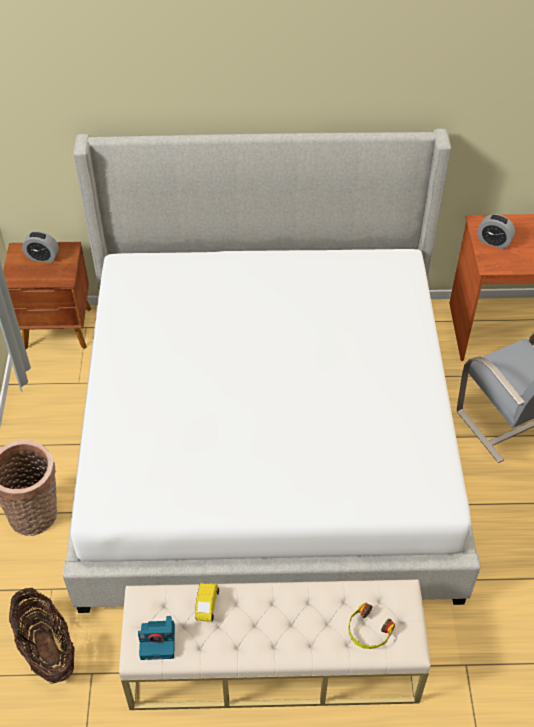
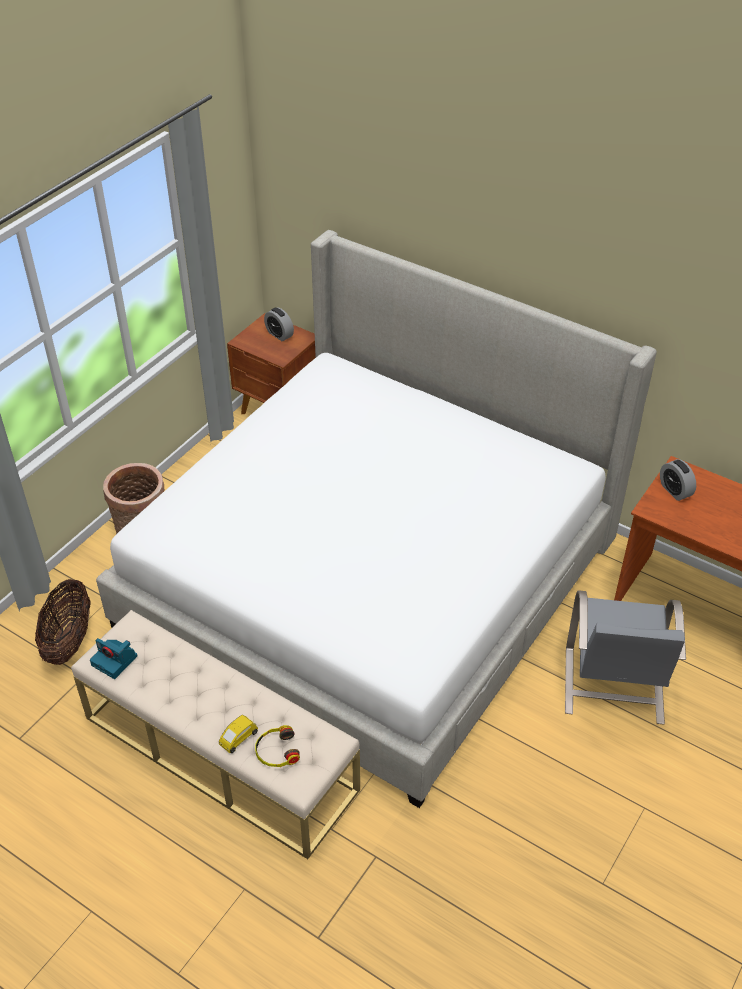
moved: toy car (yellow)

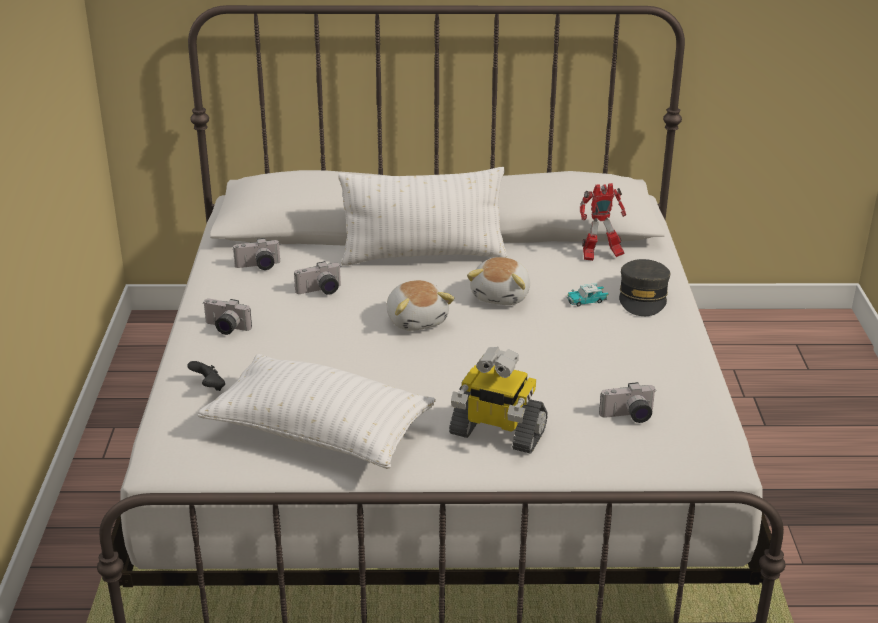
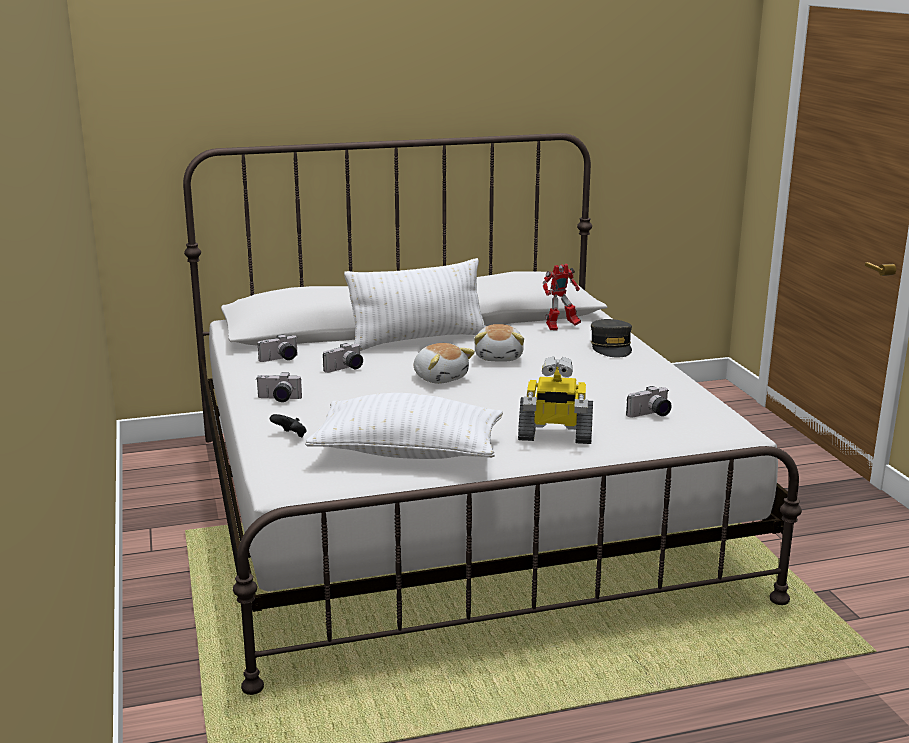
removed: toy car

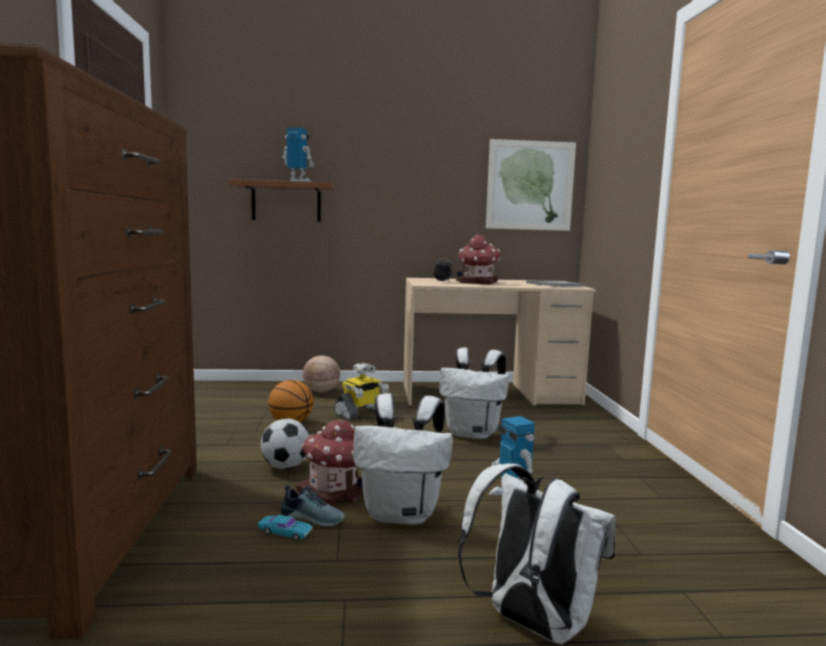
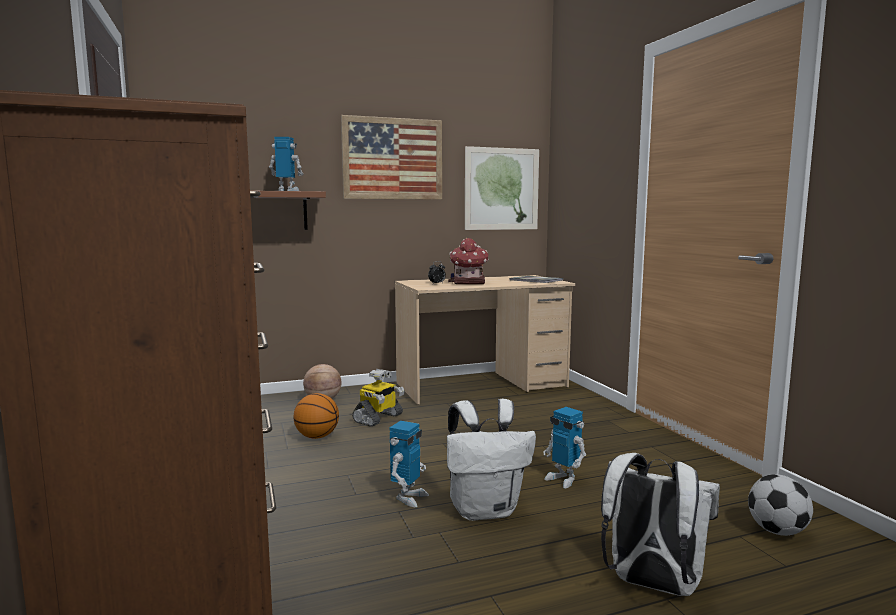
removed: toy car (turquoise); shoe; backpack (white) (2nd from left)
added: picture (1st from left)
moved: football
replaced: toy house (1st from left) to toy robot (3rd from left)

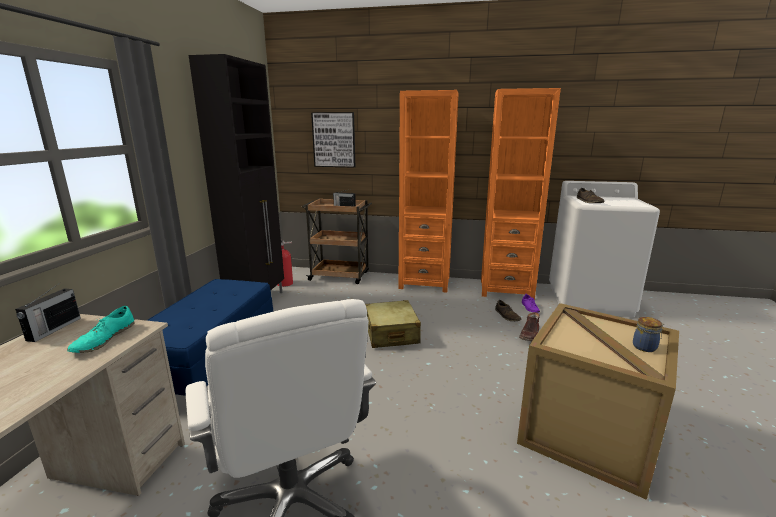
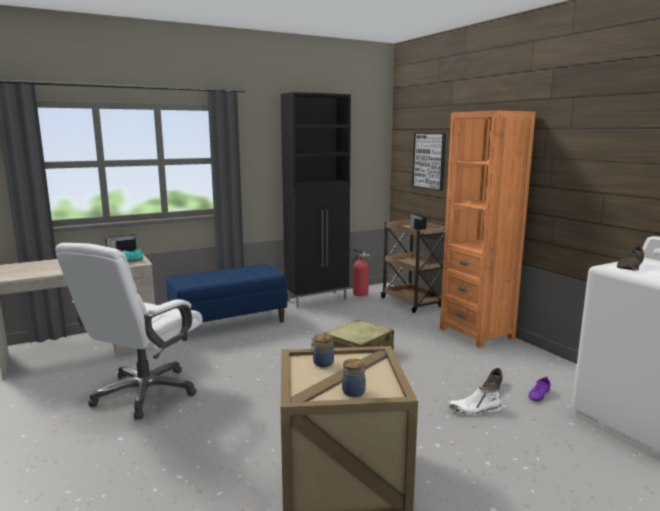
removed: bookcase (orange) (2nd from left)
added: jar (1st from left)
recoloured: boot (brown) to boot (white)

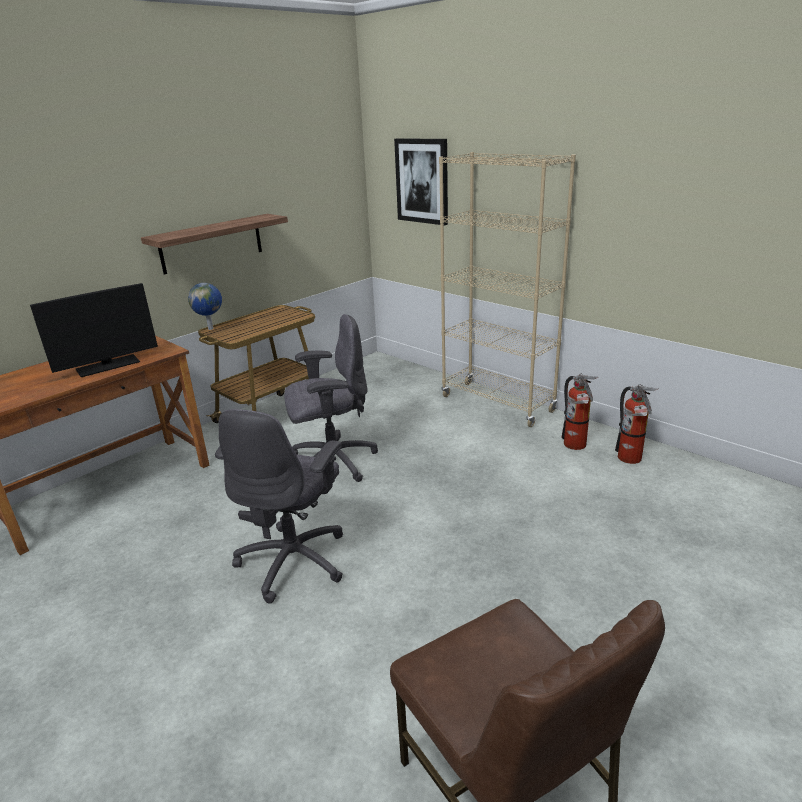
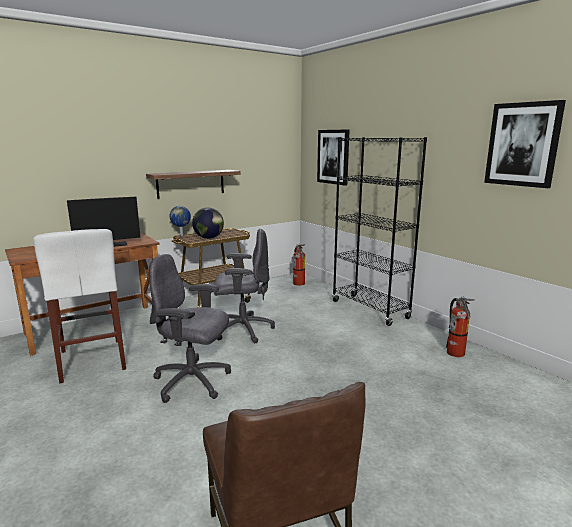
added: stool (white); globe (2nd from left); picture (2nd from left)
moved: fire extinguisher (1st from left)
recoloured: bookcase (beige) to bookcase (black)
turned: office chair (grey) (1st from left) 75 degrees clockwise

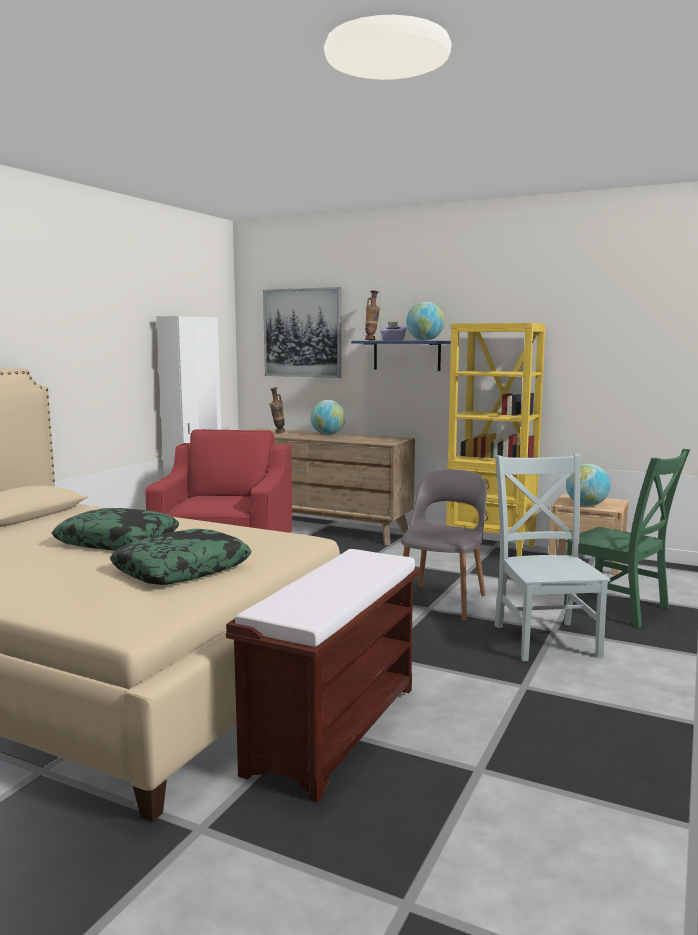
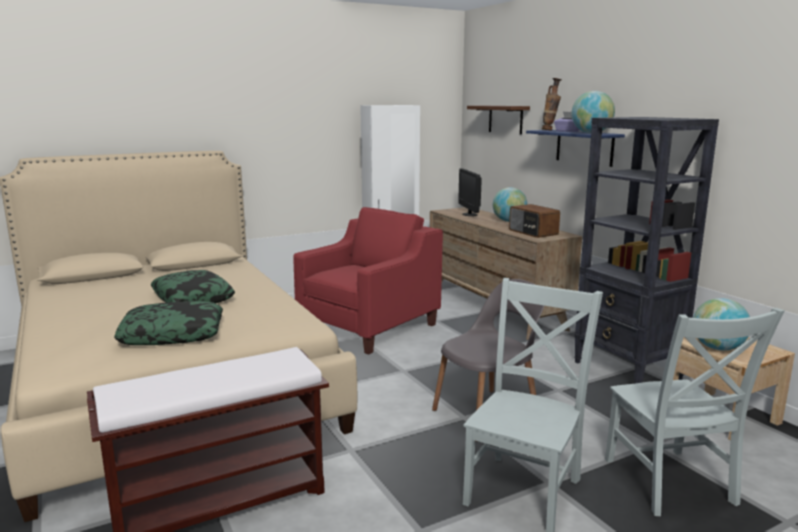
added: radio
replaced: picture to shelf (brown); vase (1st from left) to monitor
recoloured: bookcase (yellow) to bookcase (black); chair (green) to chair (grey) (3rd from left)

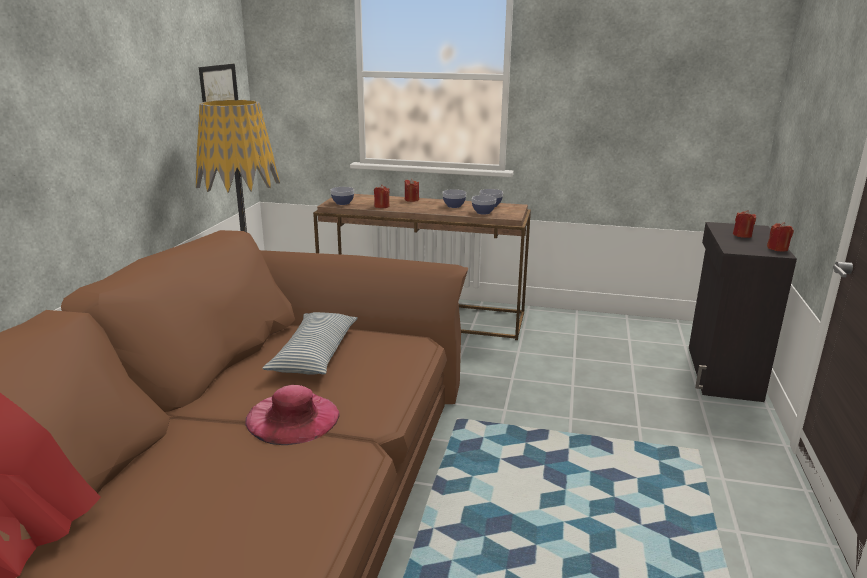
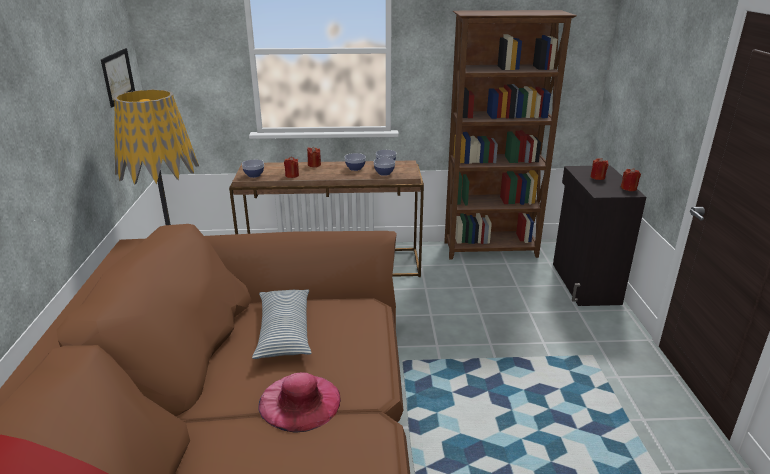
added: bookcase (brown)

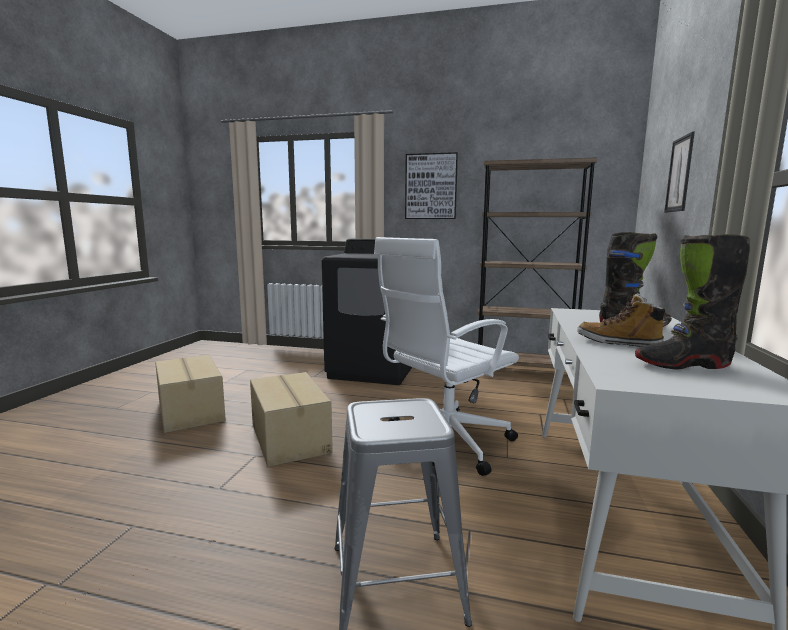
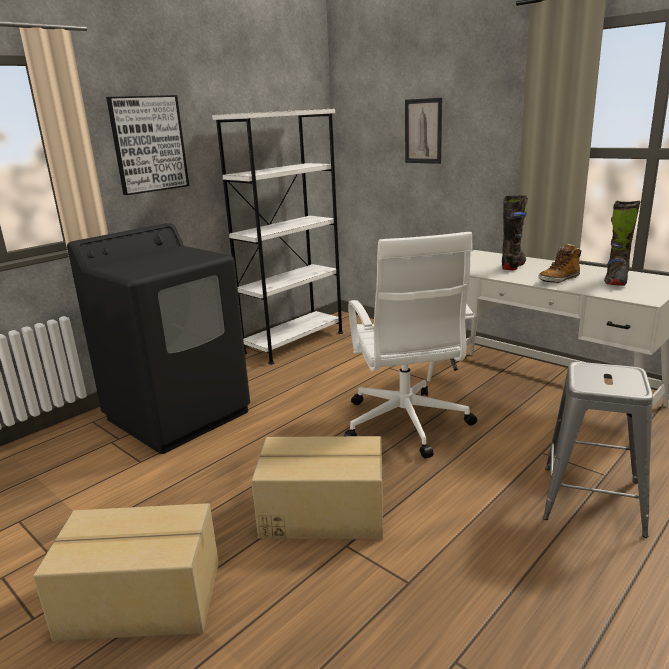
recoloured: bookcase (brown) to bookcase (white)

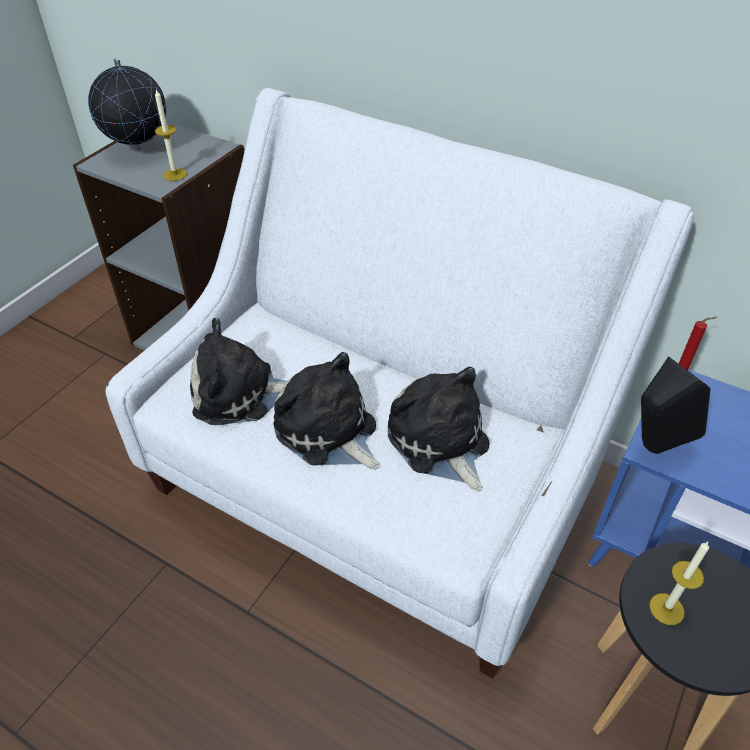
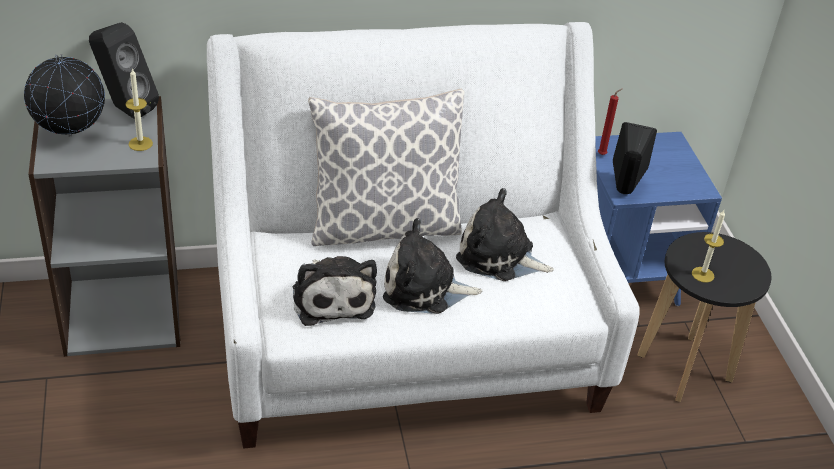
added: speaker (black) (1st from left); pillow
turned: plush toy (1st from left) 60 degrees counterclockwise

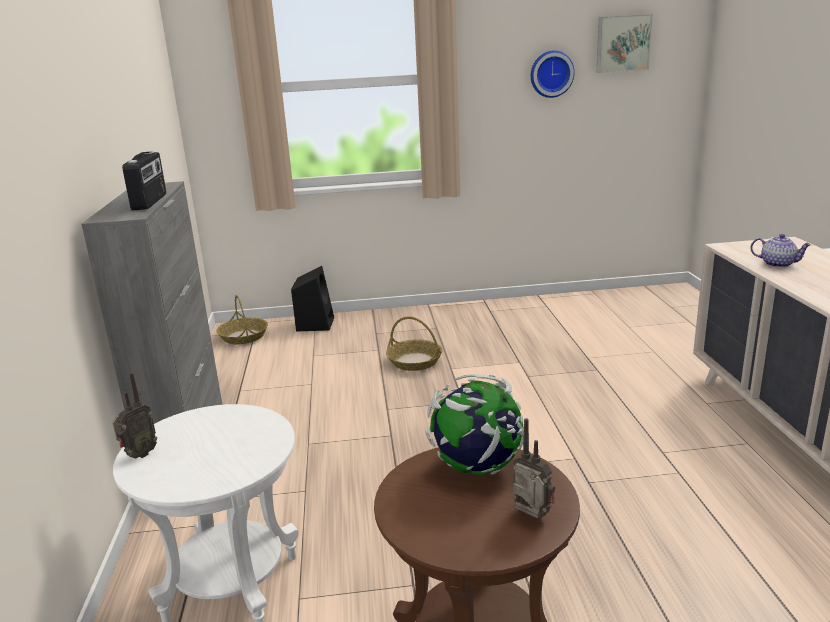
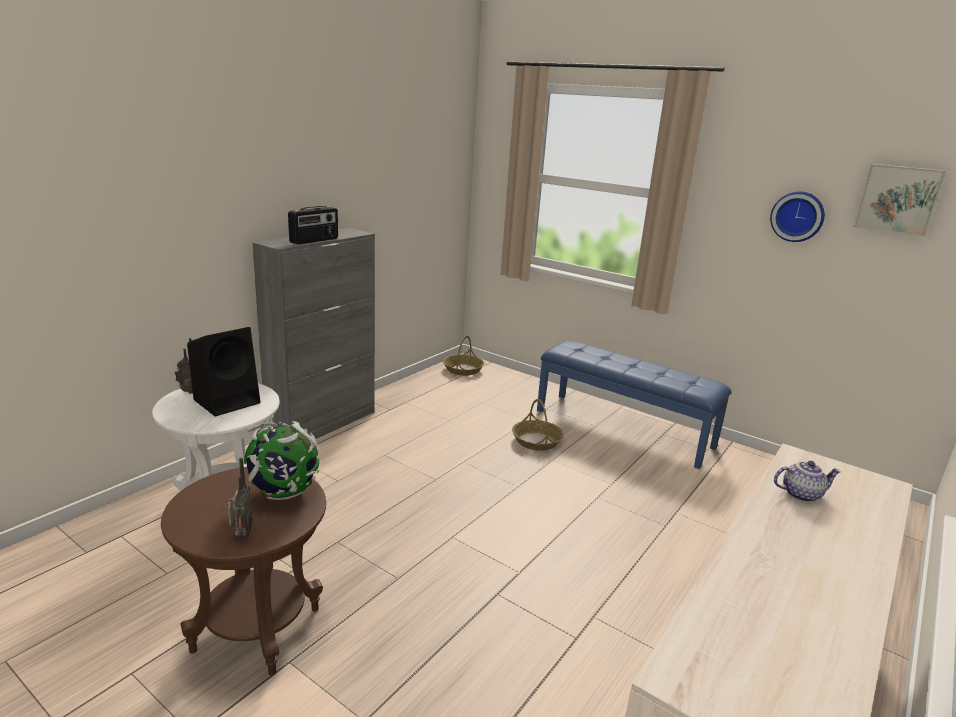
added: bench (blue)
moved: speaker (black)
turned: teapot 75 degrees counterclockwise

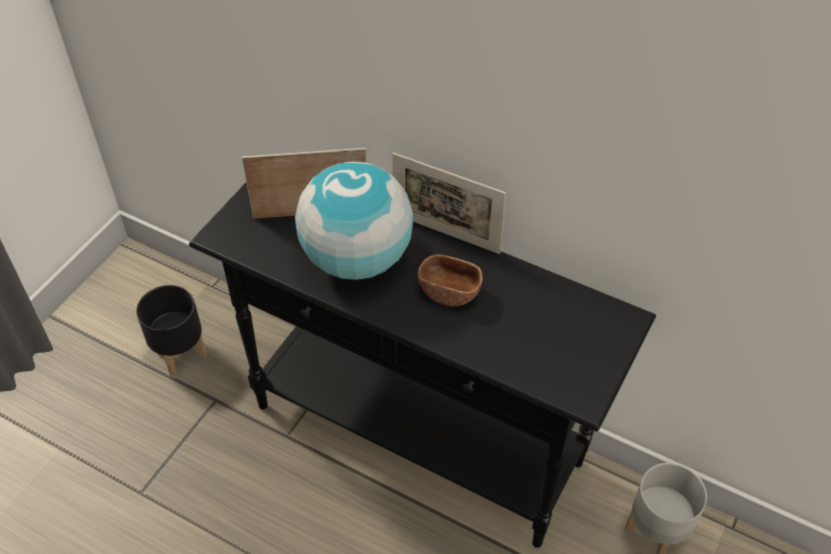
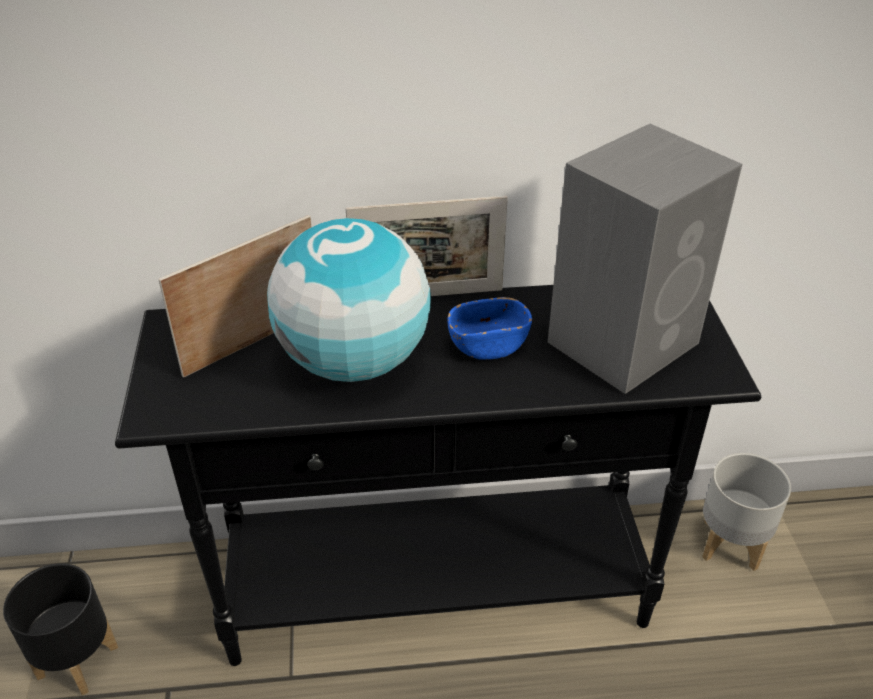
added: speaker (grey)
recoloured: bowl (brown) to bowl (blue)

